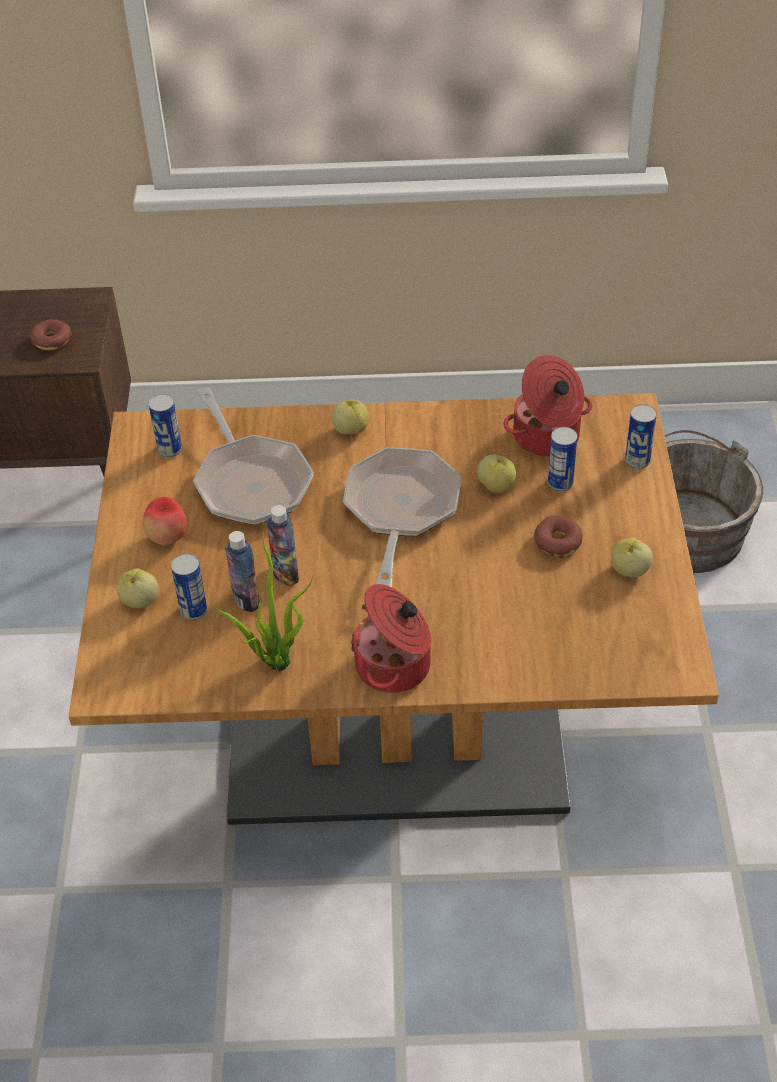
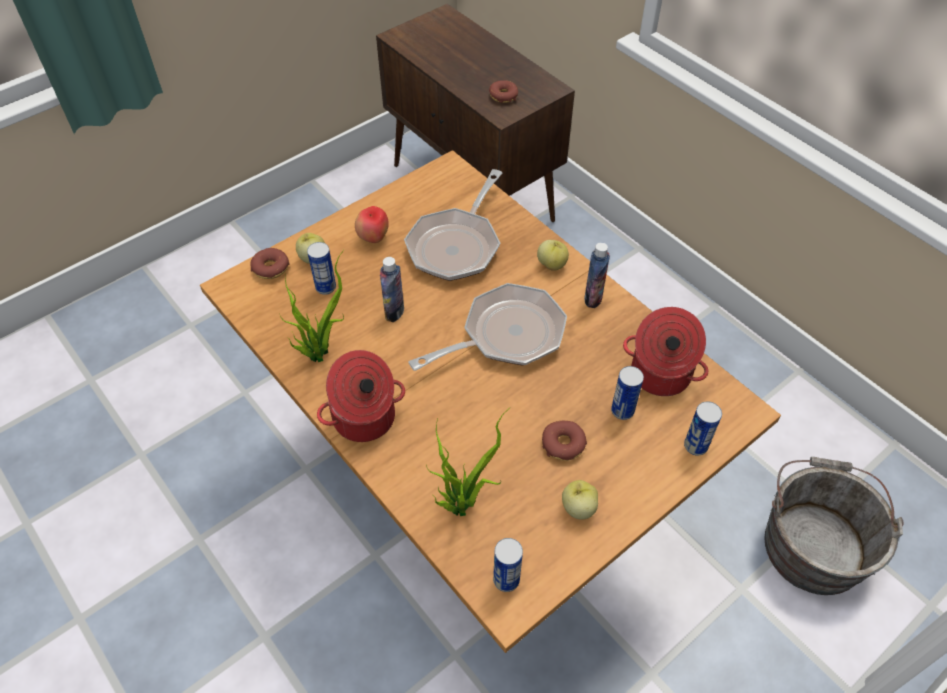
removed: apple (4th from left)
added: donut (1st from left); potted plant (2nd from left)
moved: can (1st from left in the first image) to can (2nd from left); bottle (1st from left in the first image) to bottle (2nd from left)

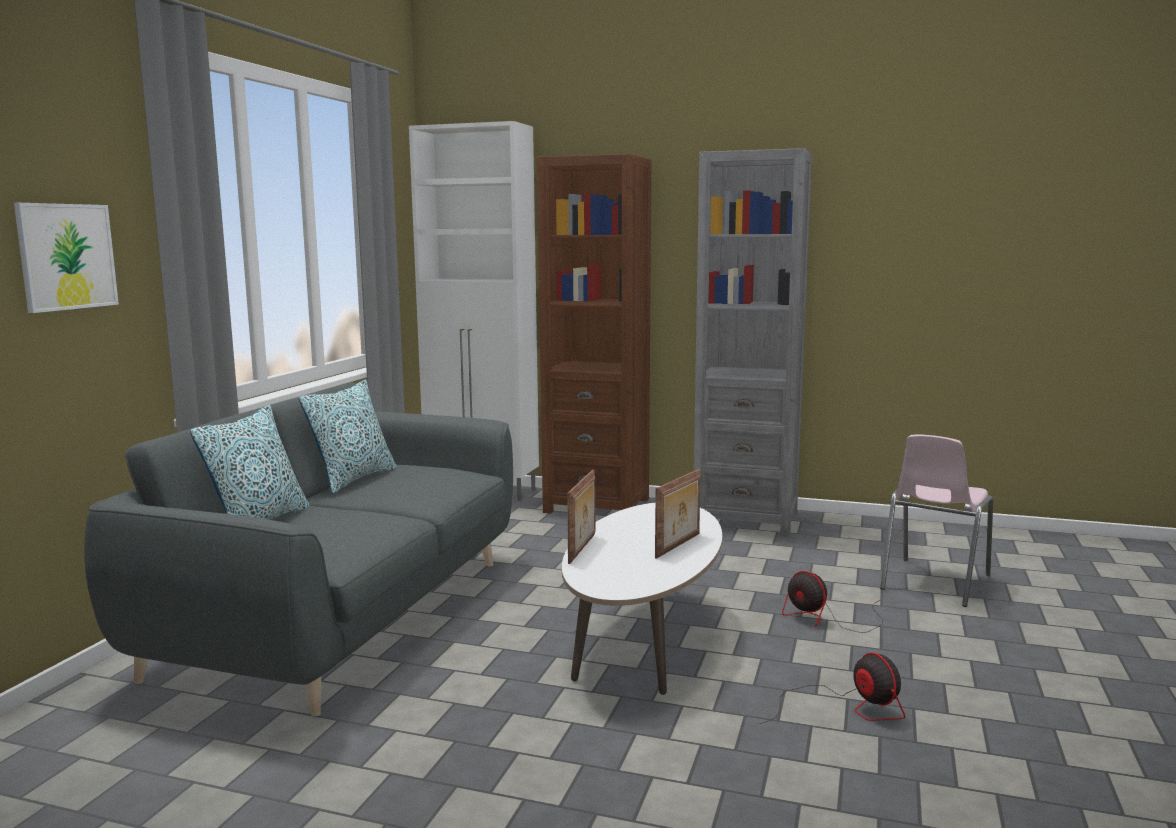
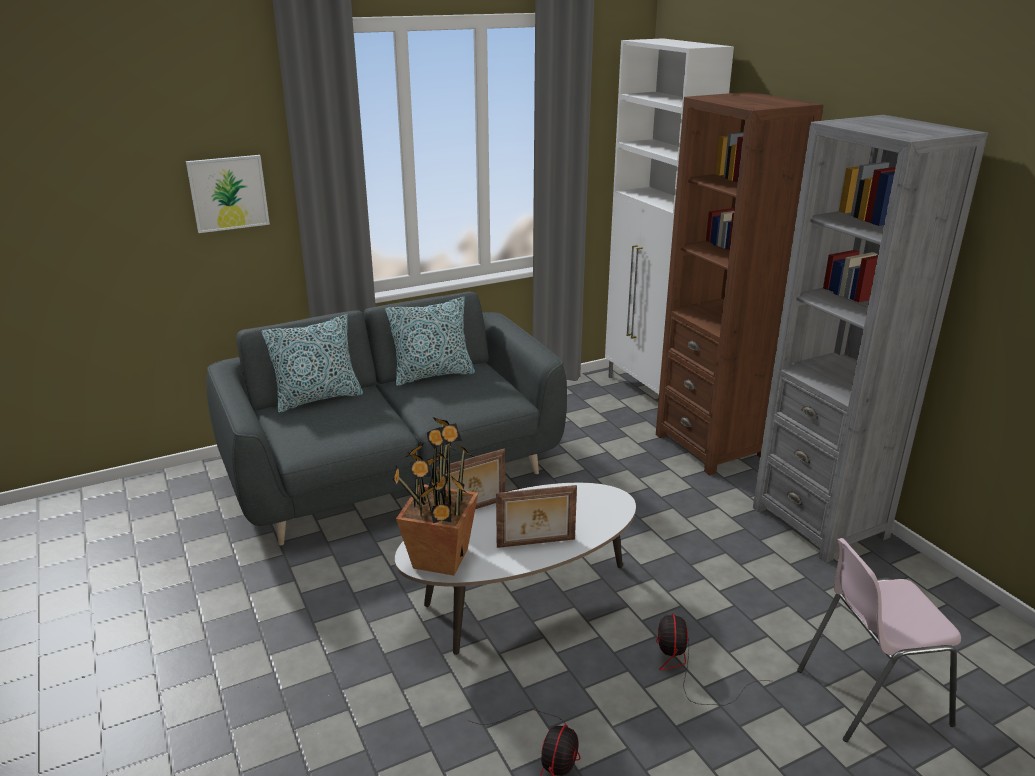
added: potted plant

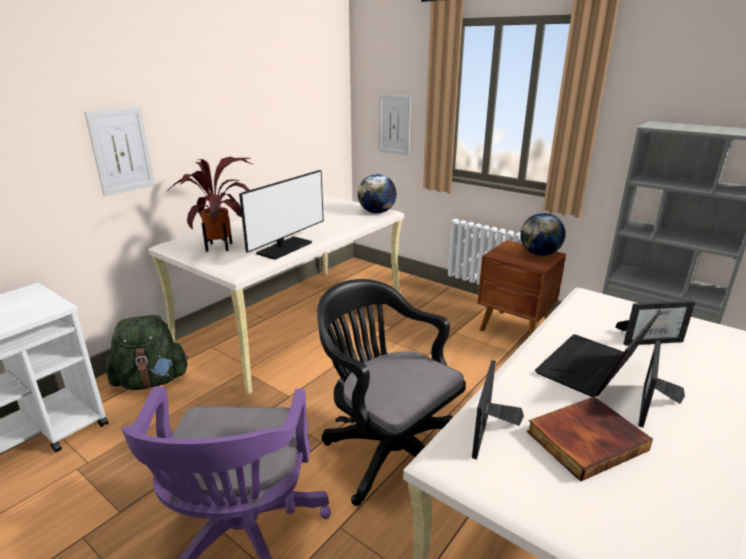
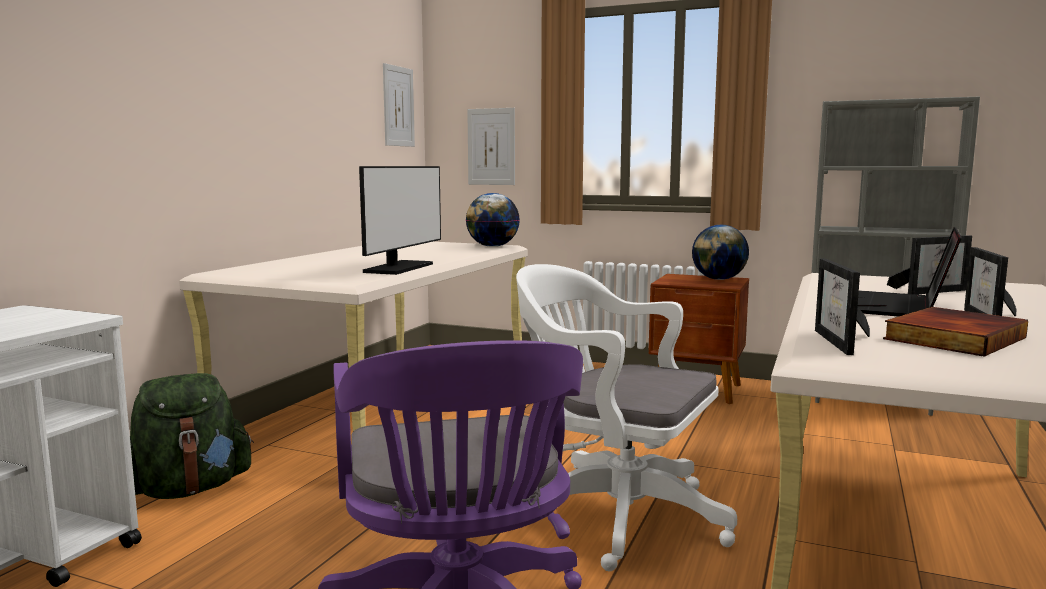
removed: potted plant
moved: picture (1st from left)
recoloured: office chair (black) to office chair (white)

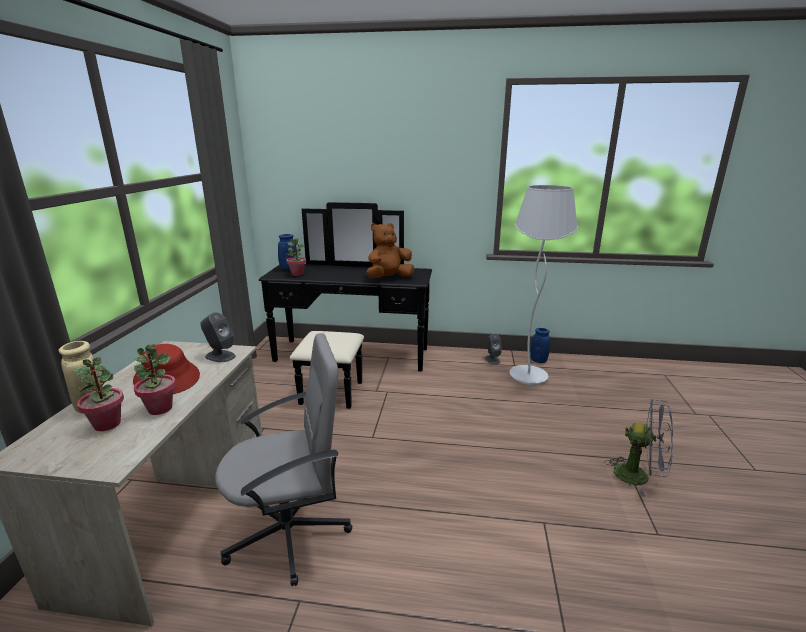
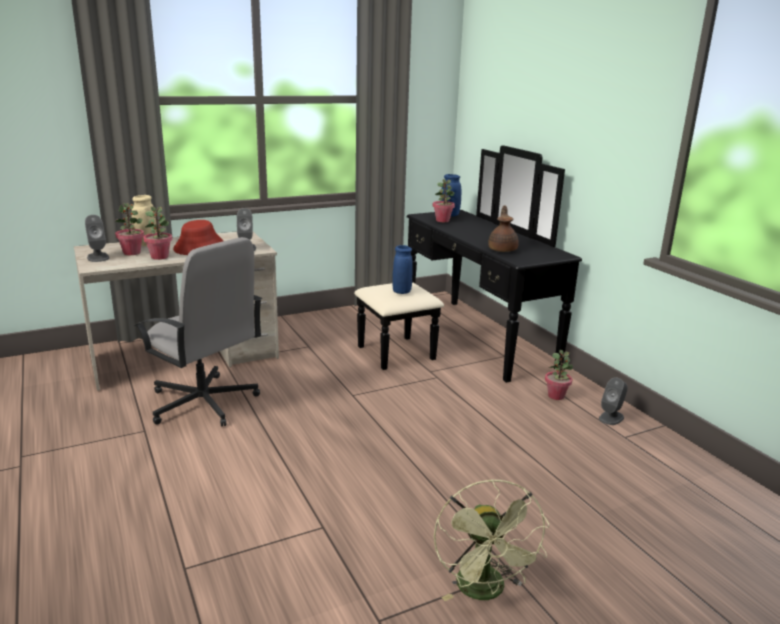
removed: floor lamp (white)
added: speaker (grey) (1st from left); potted plant (4th from left)
moved: vase (blue) (2nd from left in the first image) to vase (blue) (1st from left)
replaced: plush toy (brown) to teapot (brown)
recoloured: fan (grey) to fan (green)

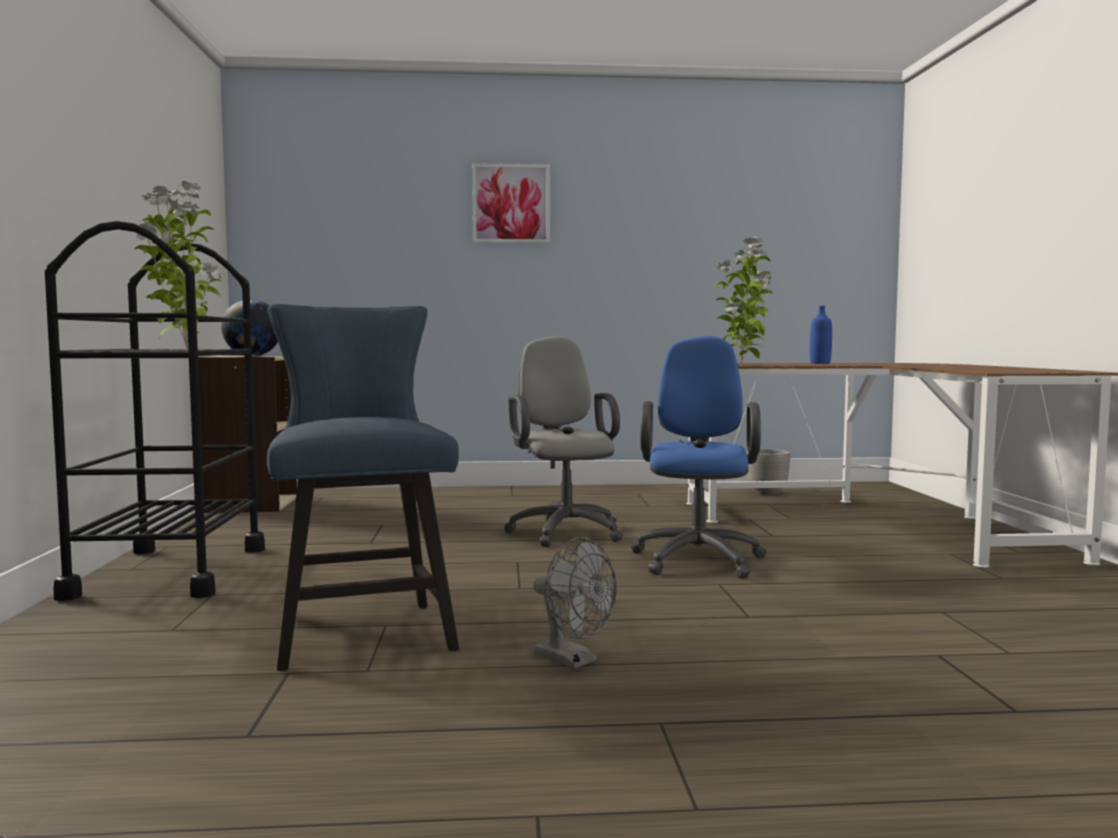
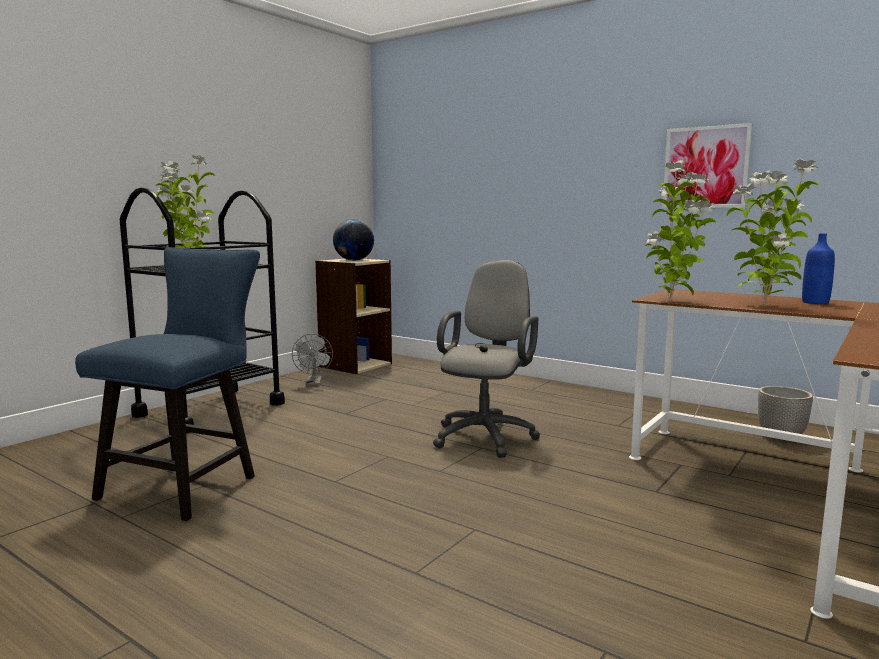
removed: office chair (blue)
added: potted plant (3rd from left)
moved: picture; fan (grey)

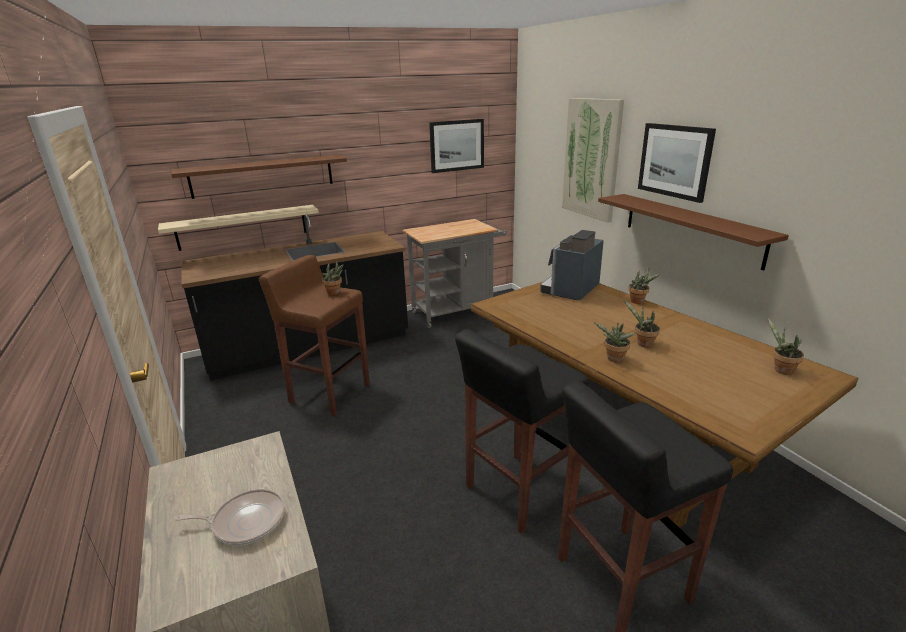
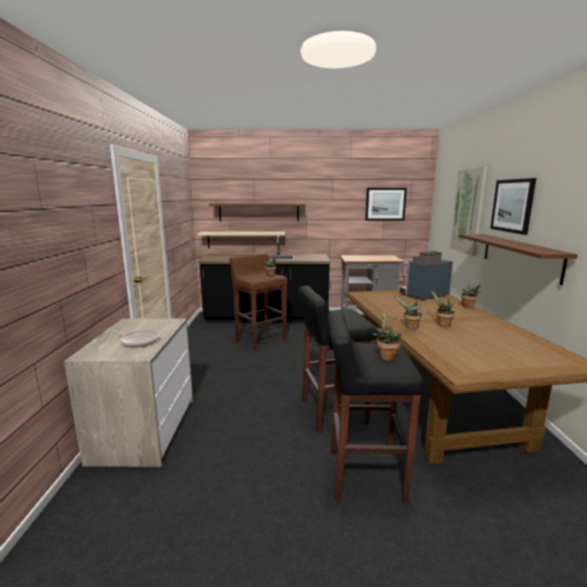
moved: potted plant (5th from left in the first image) to potted plant (2nd from left)

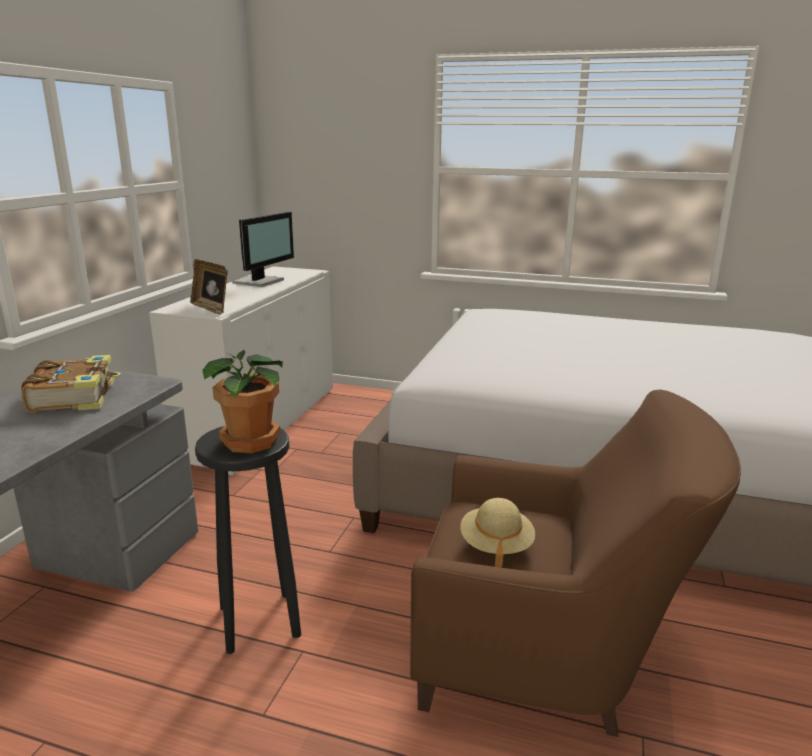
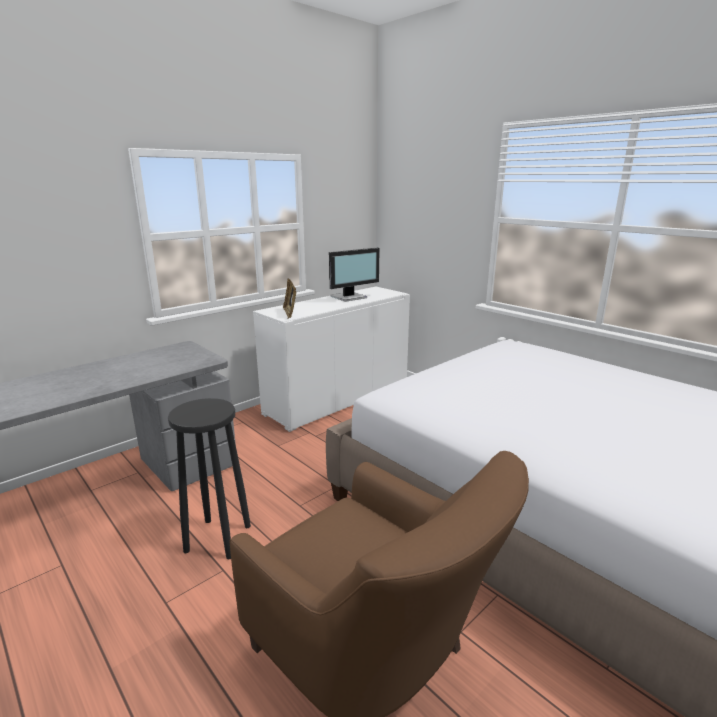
removed: book; potted plant; hat (beige)

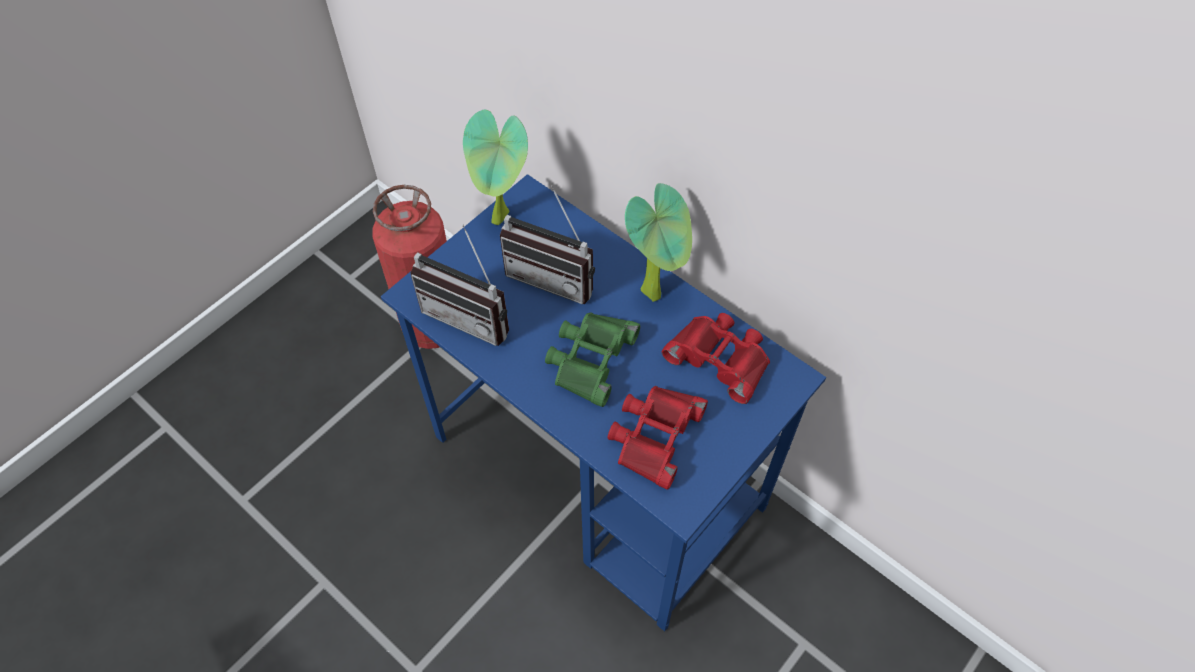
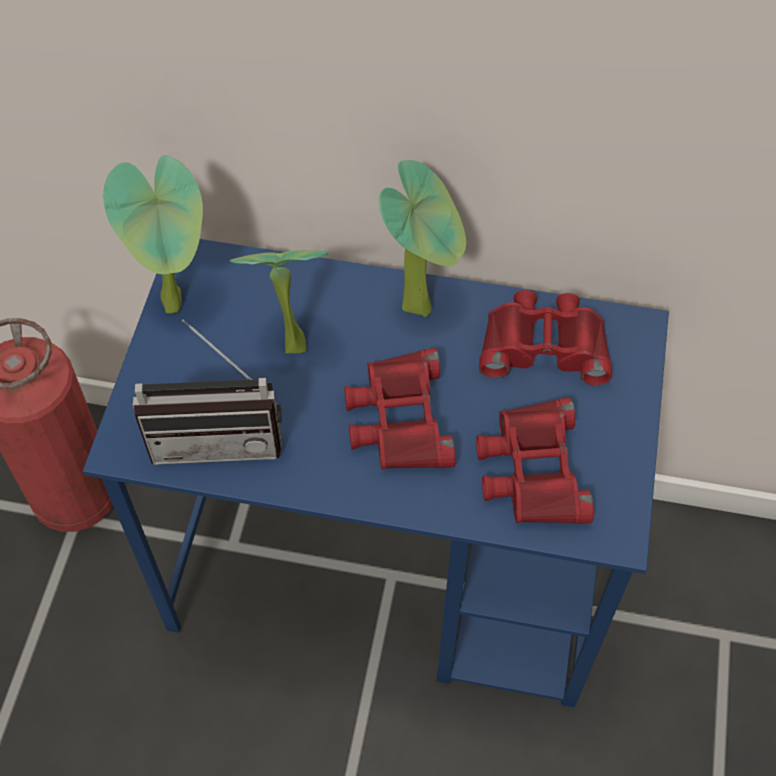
replaced: radio (2nd from left) to potted plant (2nd from left)
recoloured: binoculars (green) to binoculars (red) (1st from left)

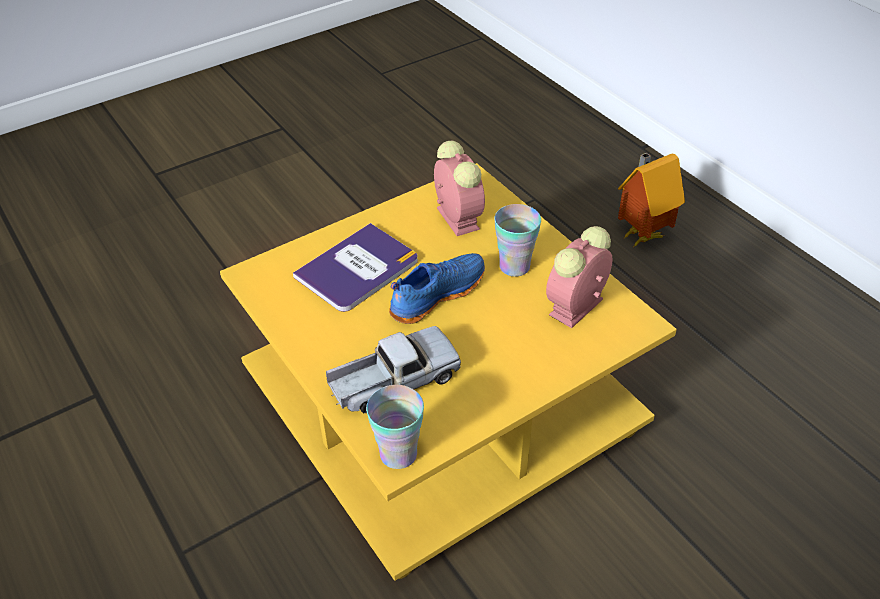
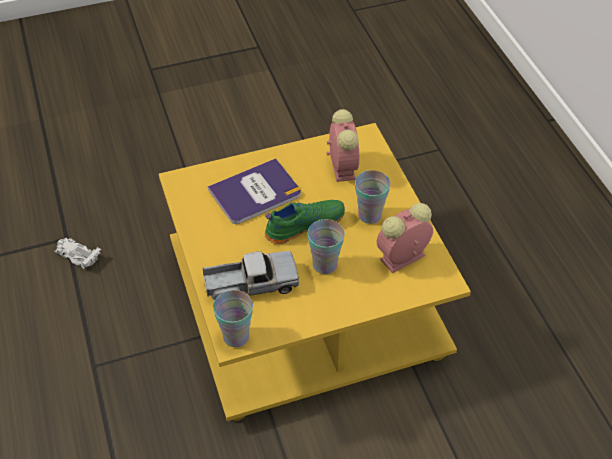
removed: toy house
added: toy car (white); cup (2nd from left)
recoloured: shoe (blue) to shoe (green)

